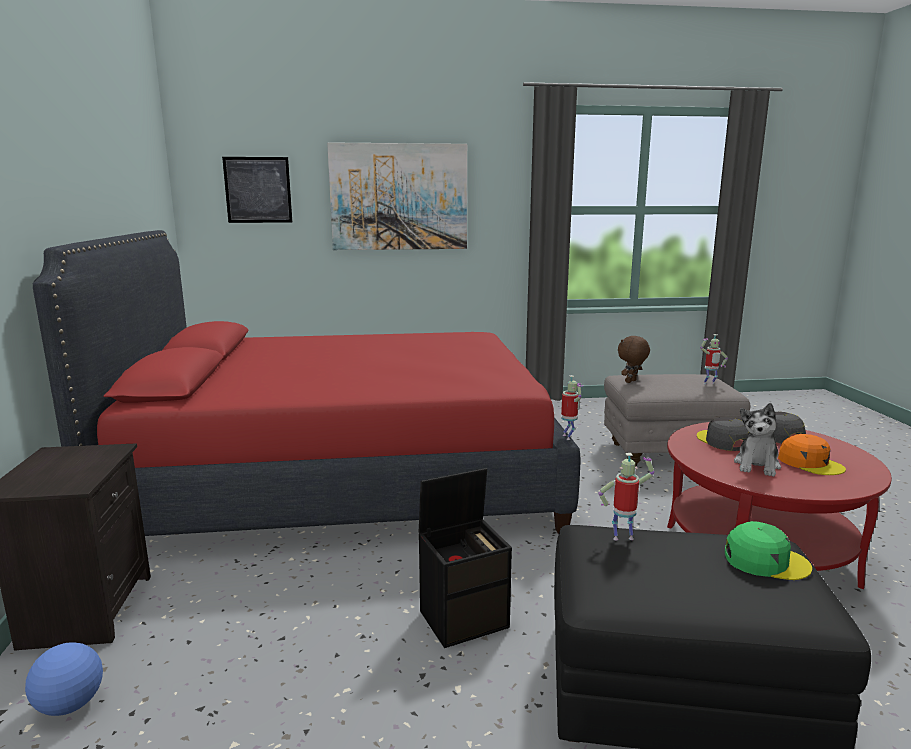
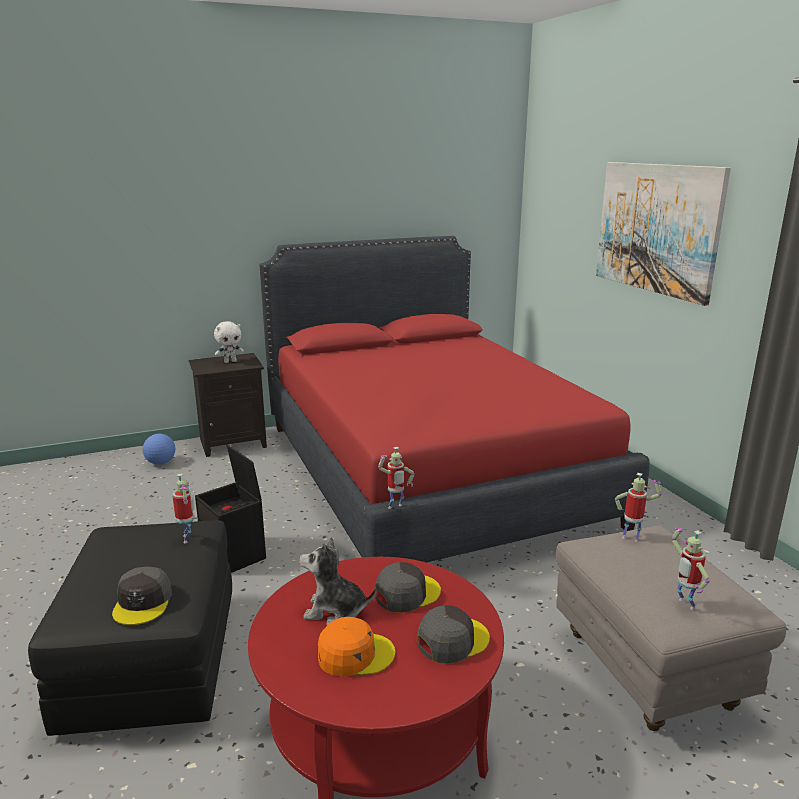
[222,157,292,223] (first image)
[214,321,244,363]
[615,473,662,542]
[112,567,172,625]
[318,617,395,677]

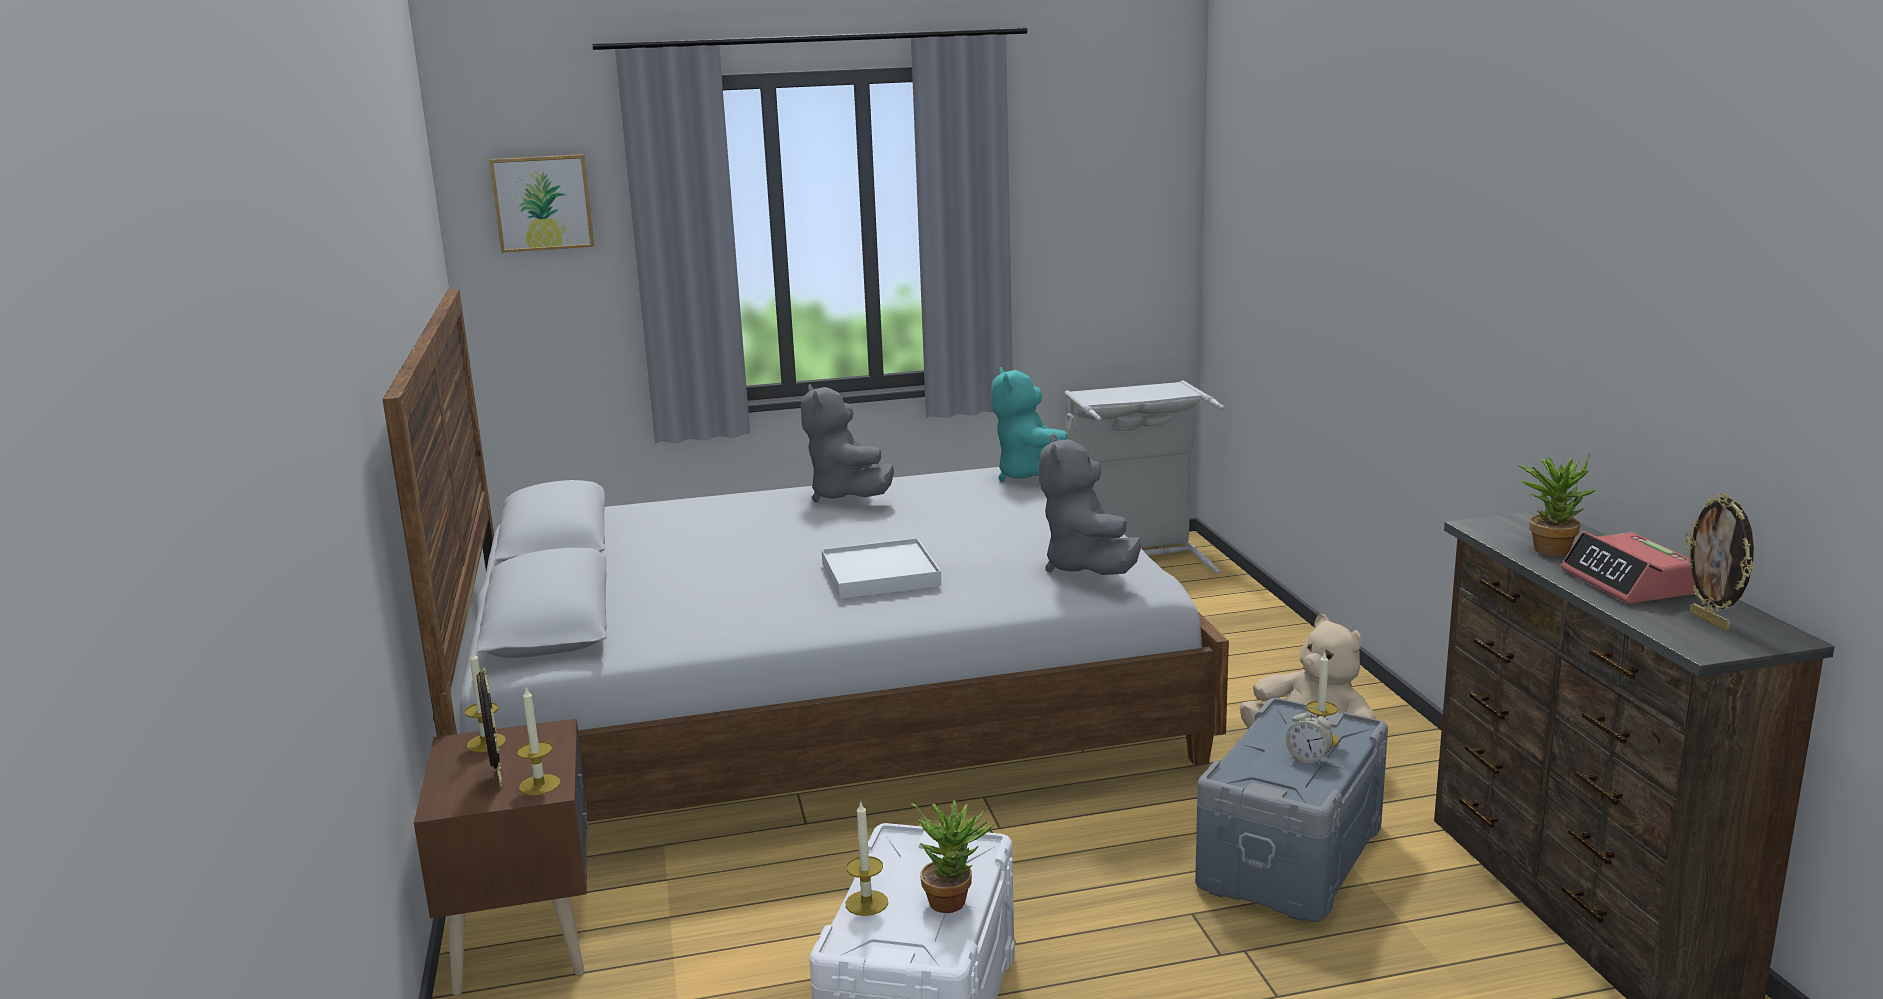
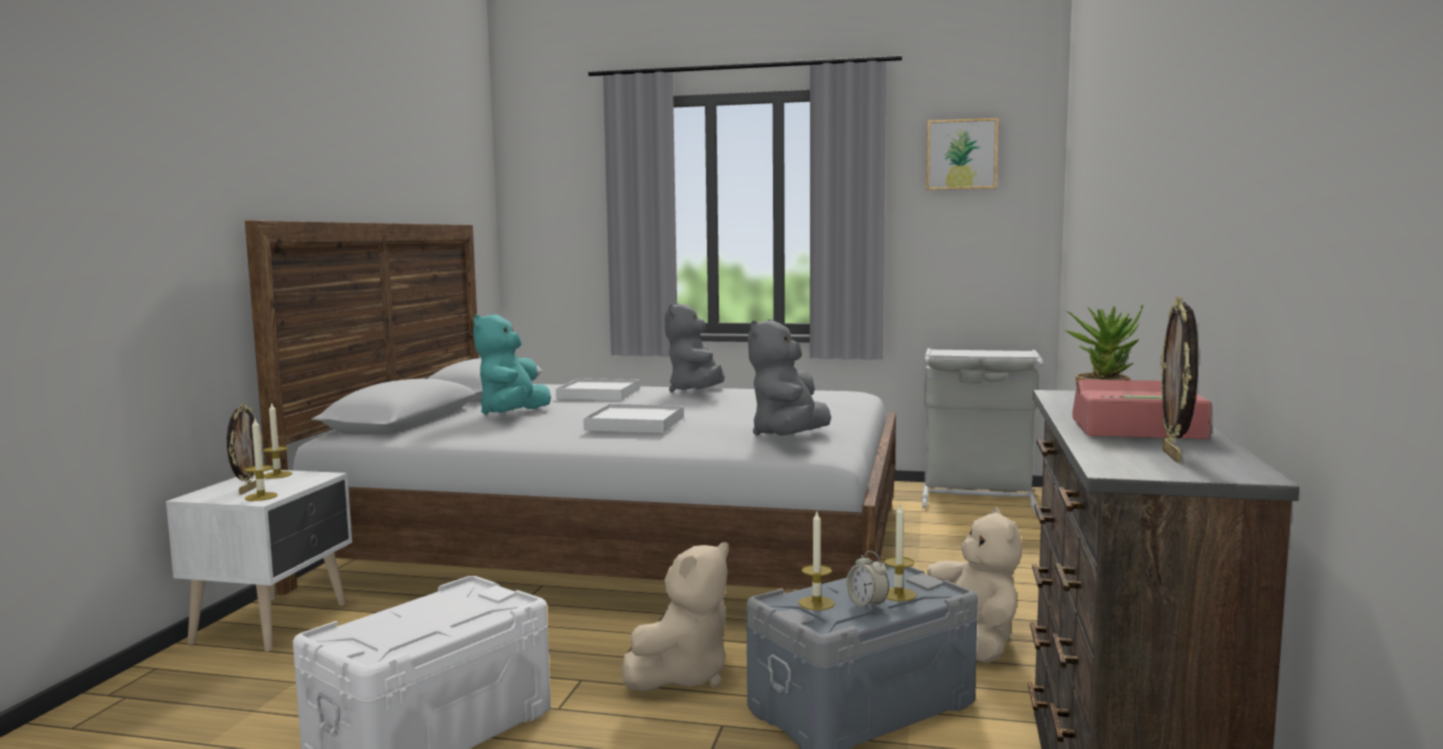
[911,800,995,913] (first image)
[556,378,640,400]
[622,542,729,692]
[926,118,998,190]
[799,512,835,610]
[473,314,551,415]
[166,469,352,652]
[1072,379,1212,439]

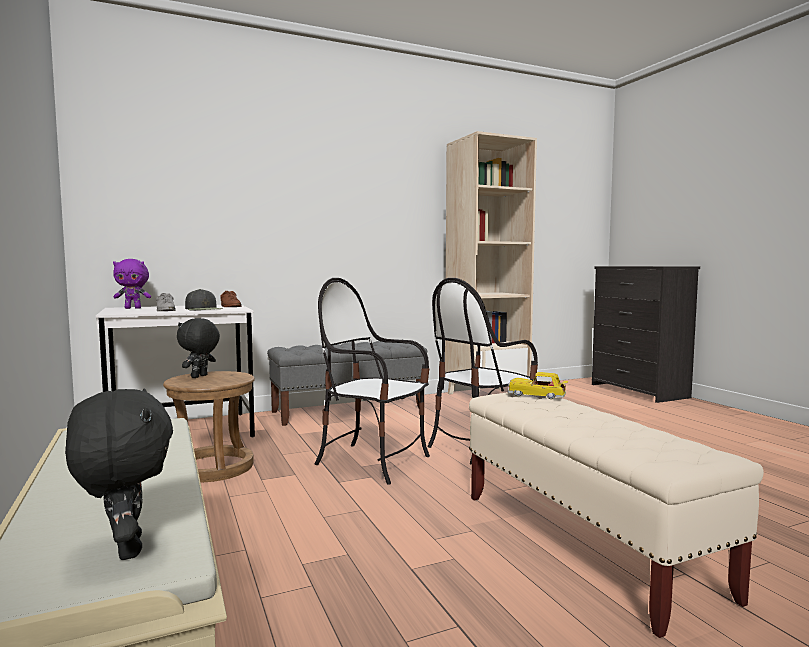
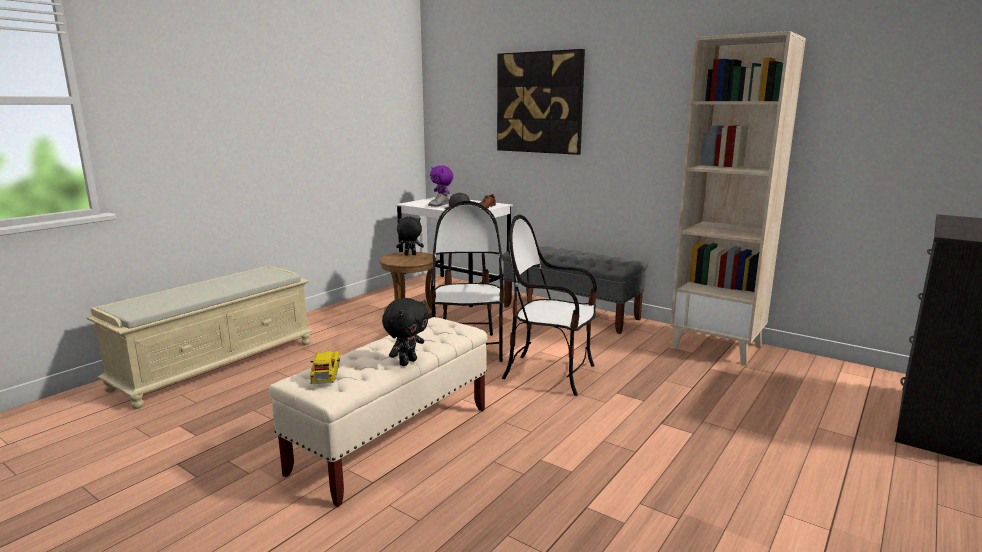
[497,49,585,155]
[382,298,429,366]
[310,351,340,384]

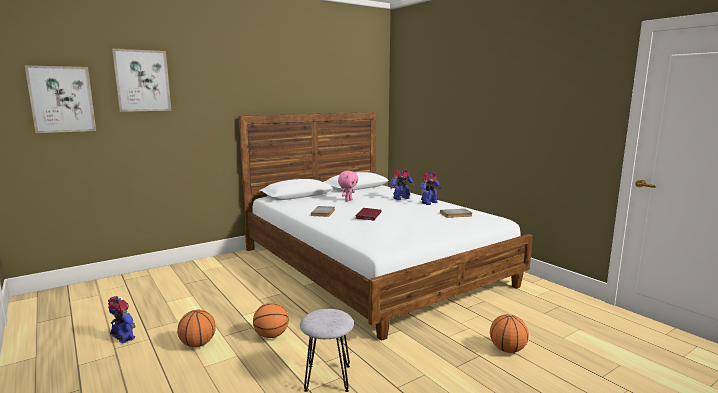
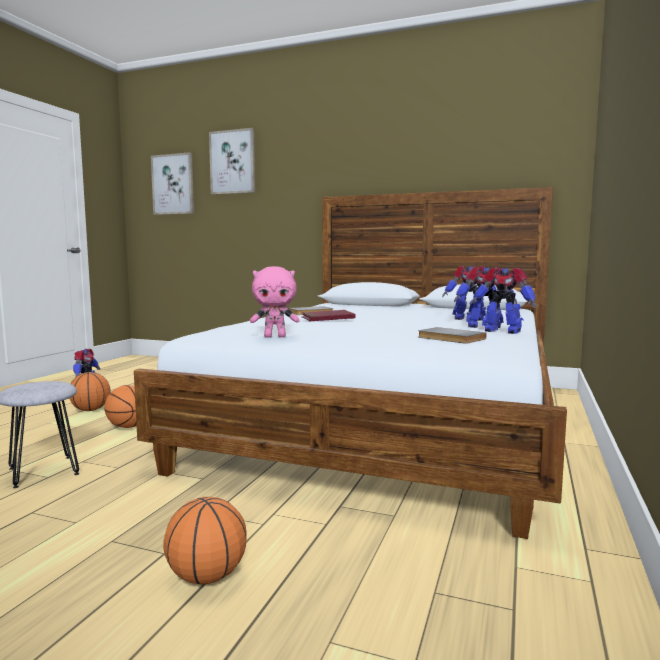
[471,267,537,334]
[250,266,299,337]

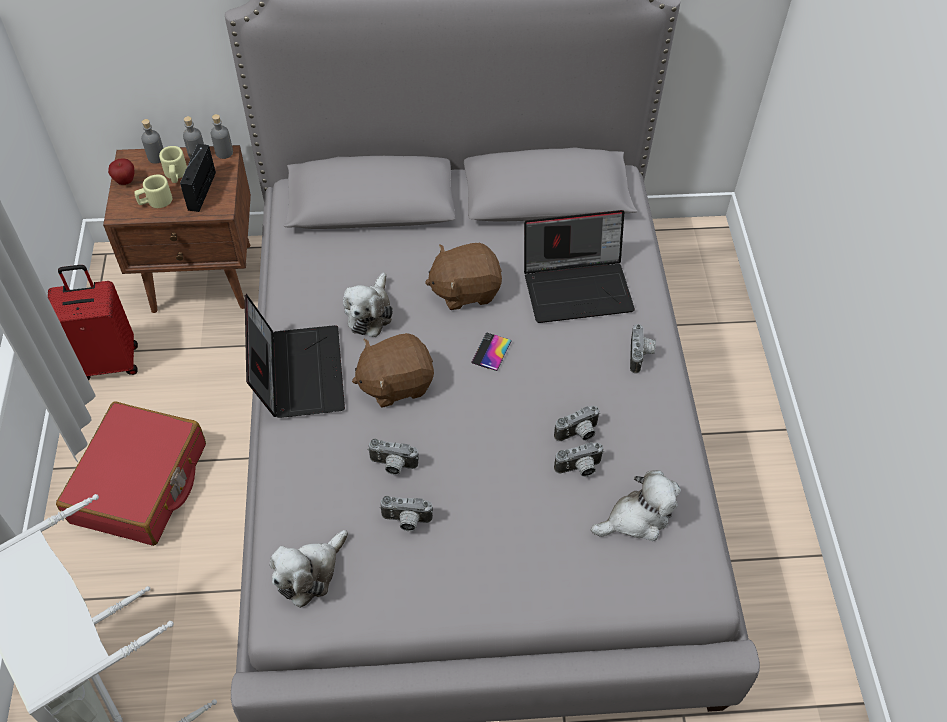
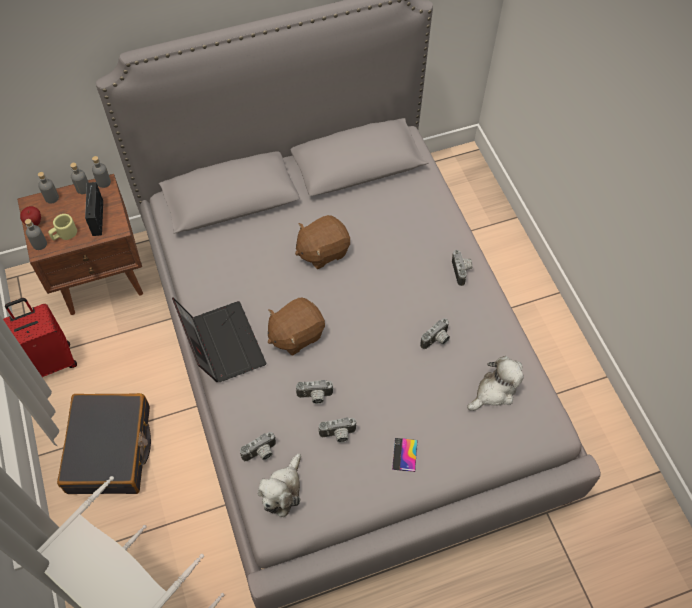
[159,146,187,183] (first image)
[343,272,393,337] (first image)
[524,210,635,323] (first image)
[25,219,47,250]
[392,438,418,472]
[240,432,276,461]
[57,393,151,494]

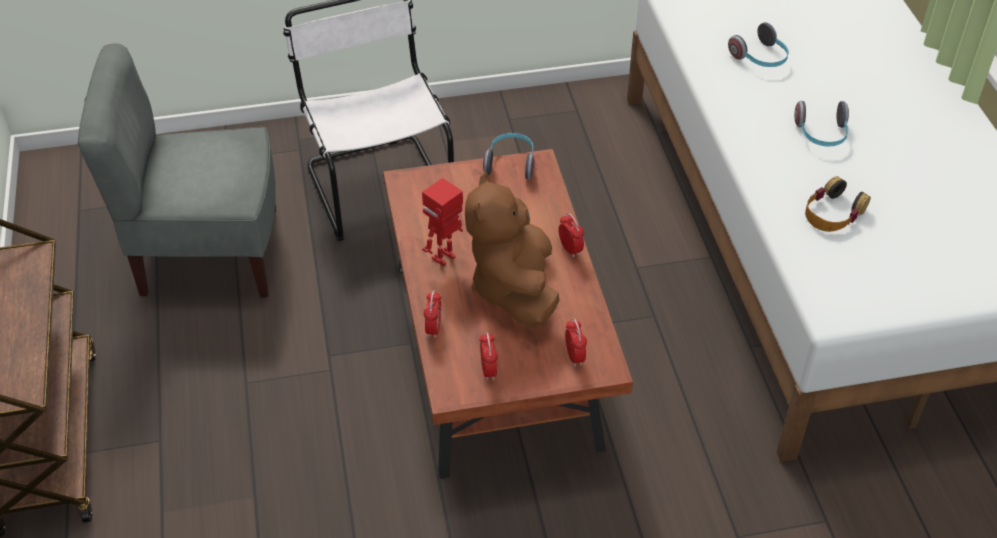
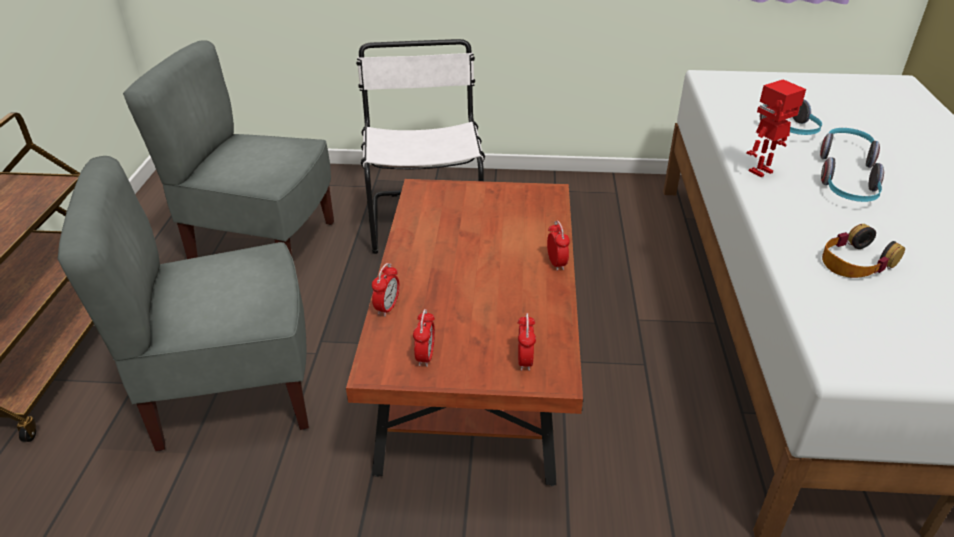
[465,172,560,327] (first image)
[58,156,309,451]
[746,80,806,177]
[820,128,880,168]

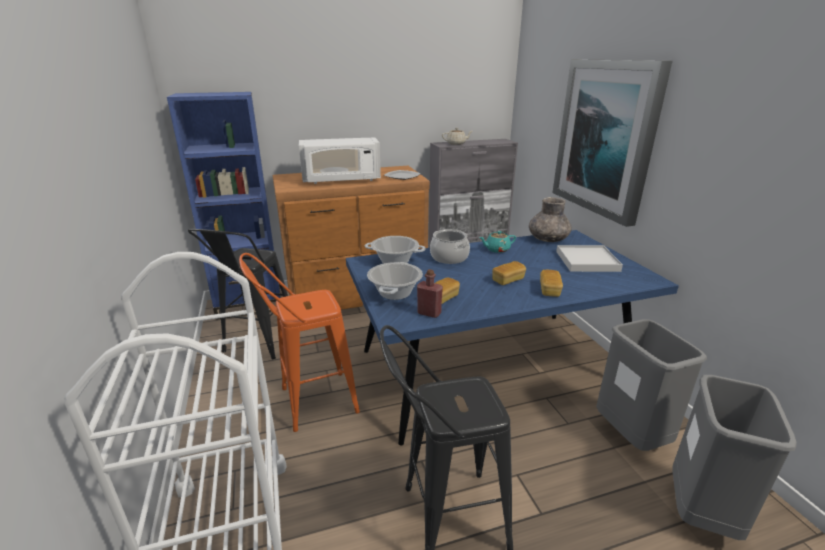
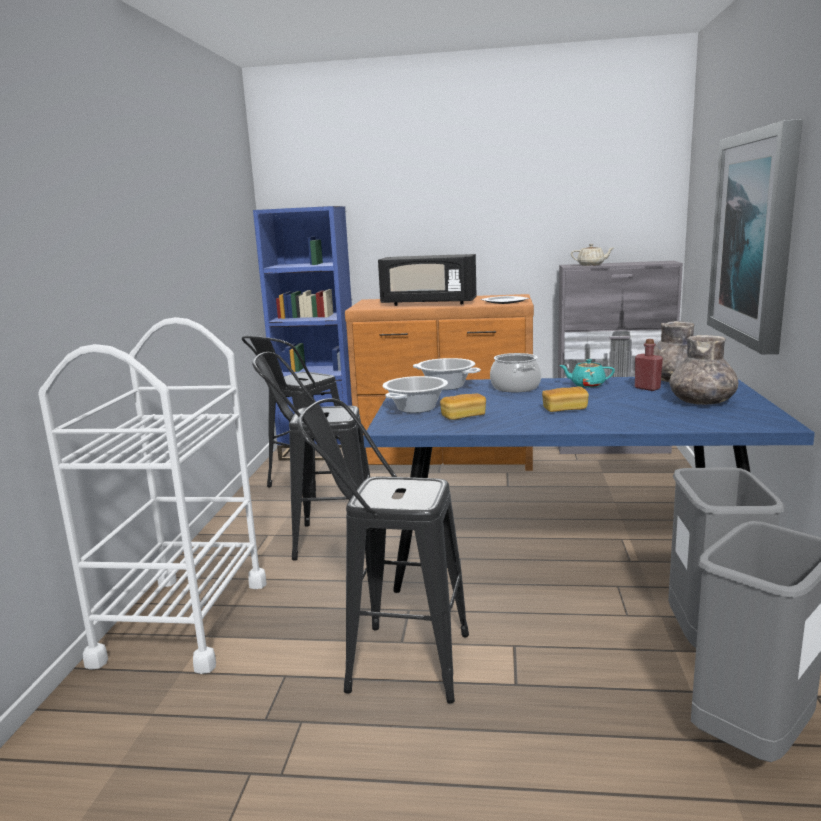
[540,270,563,297] (first image)
[635,339,663,391]
[669,335,738,405]
[252,352,370,561]
[378,254,477,306]

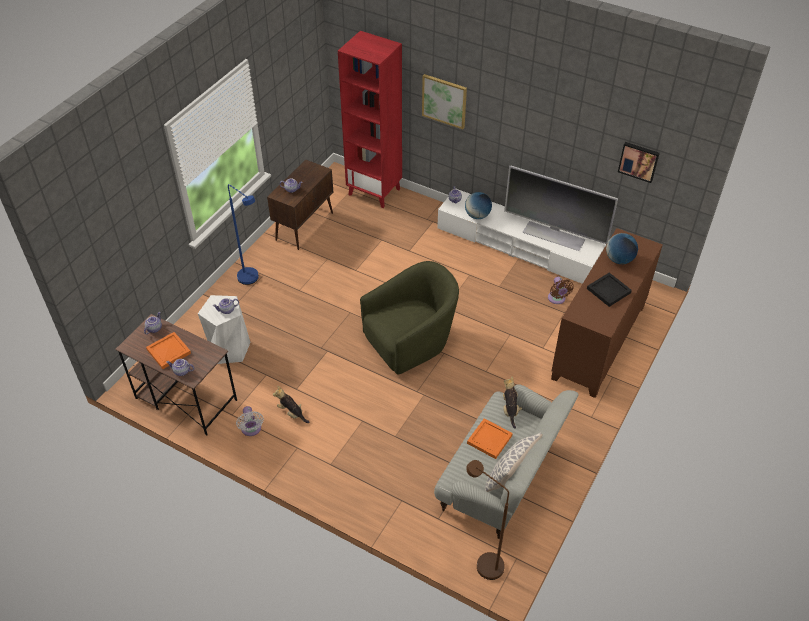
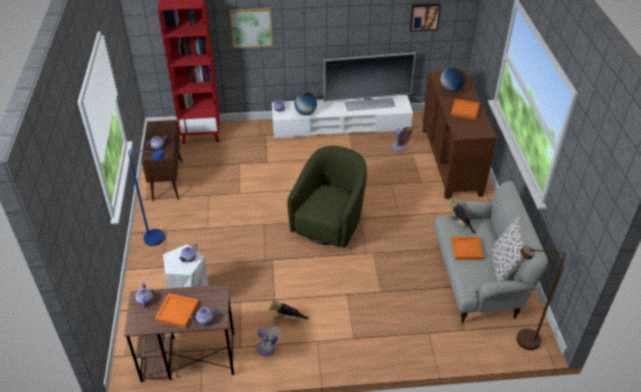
[451,99,480,120]

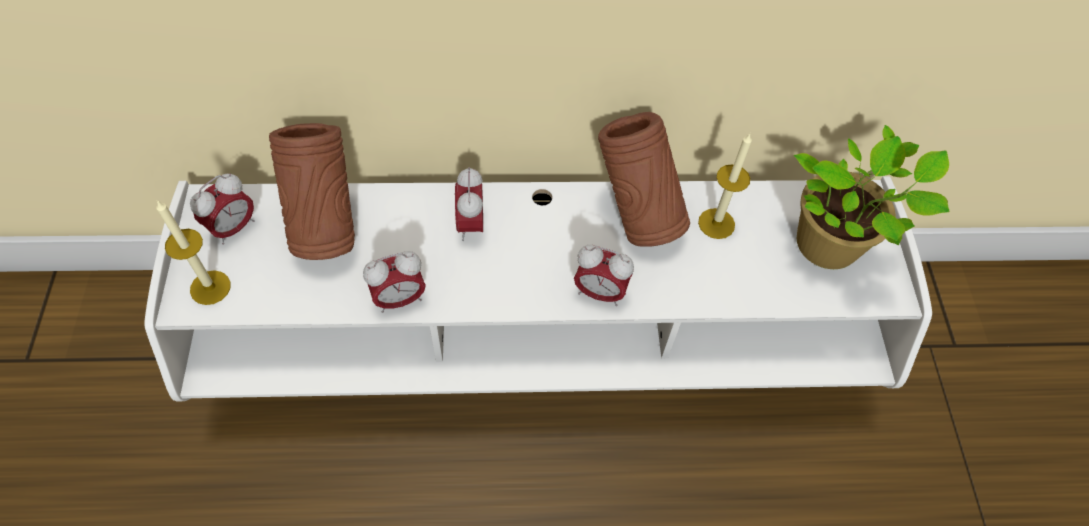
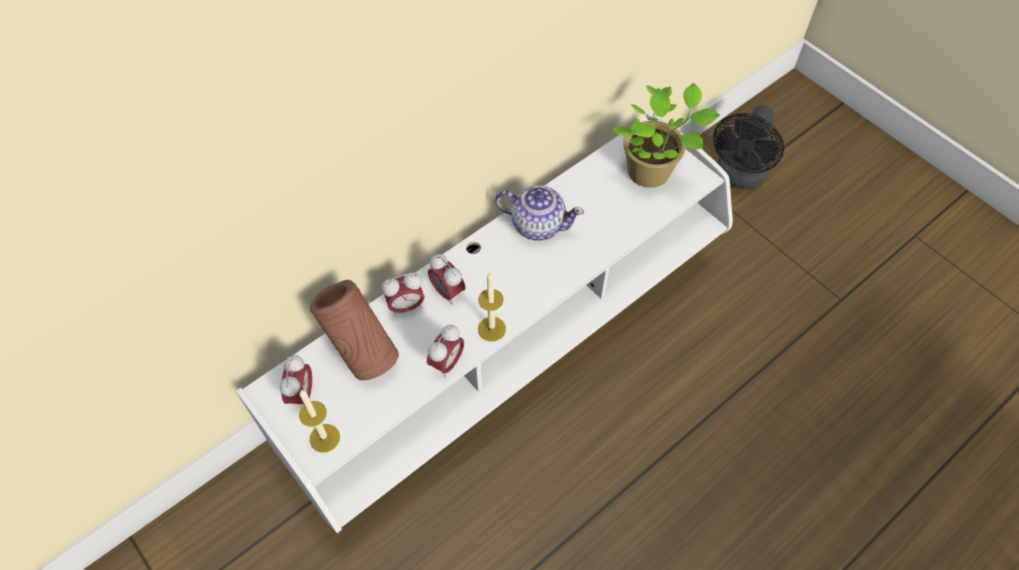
[713,105,784,190]
[382,272,425,316]
[478,272,506,341]
[495,185,584,241]

